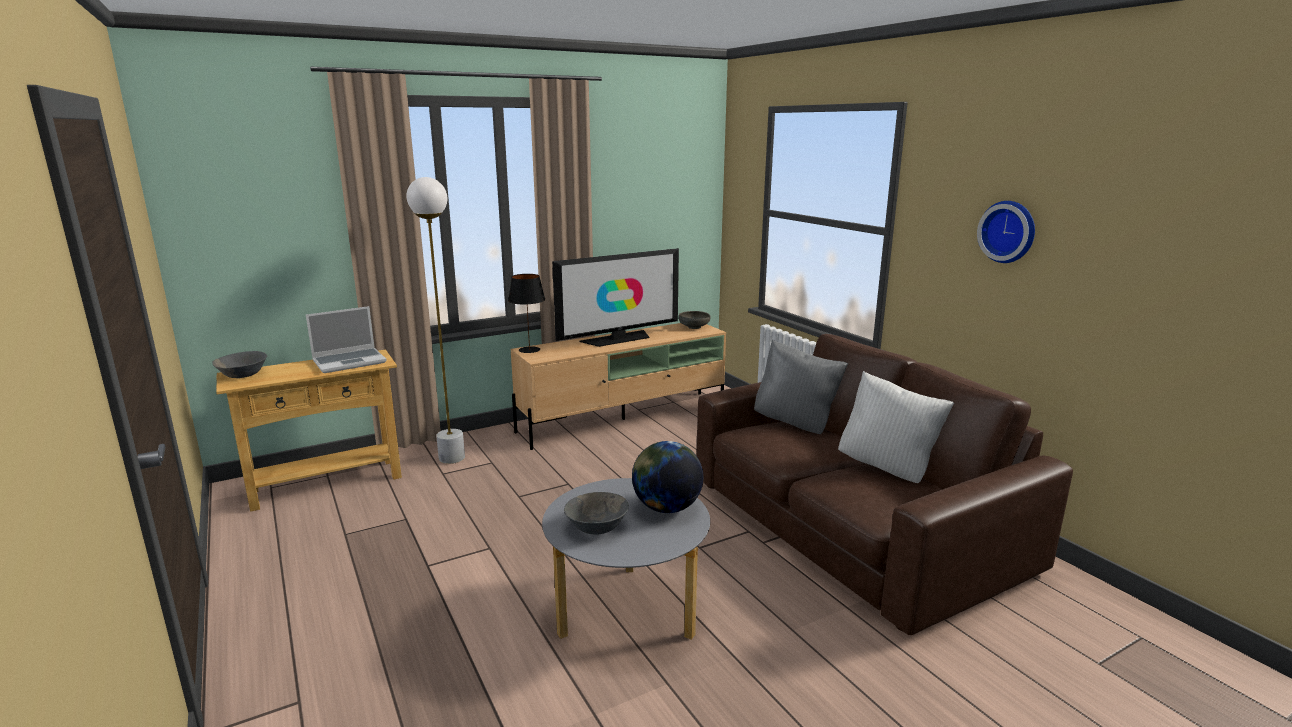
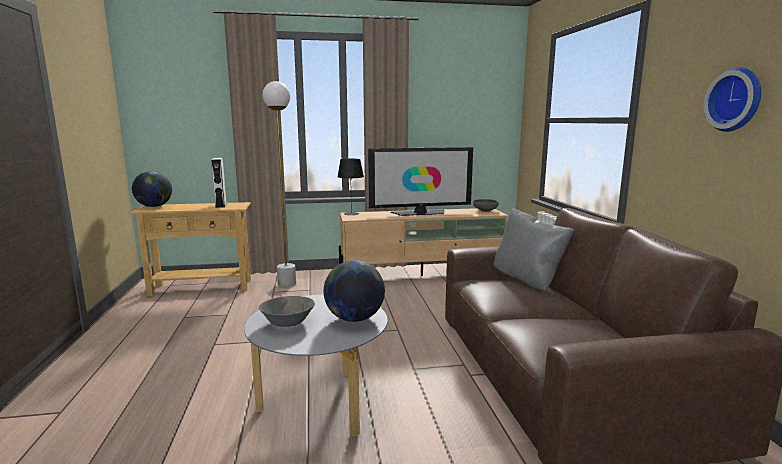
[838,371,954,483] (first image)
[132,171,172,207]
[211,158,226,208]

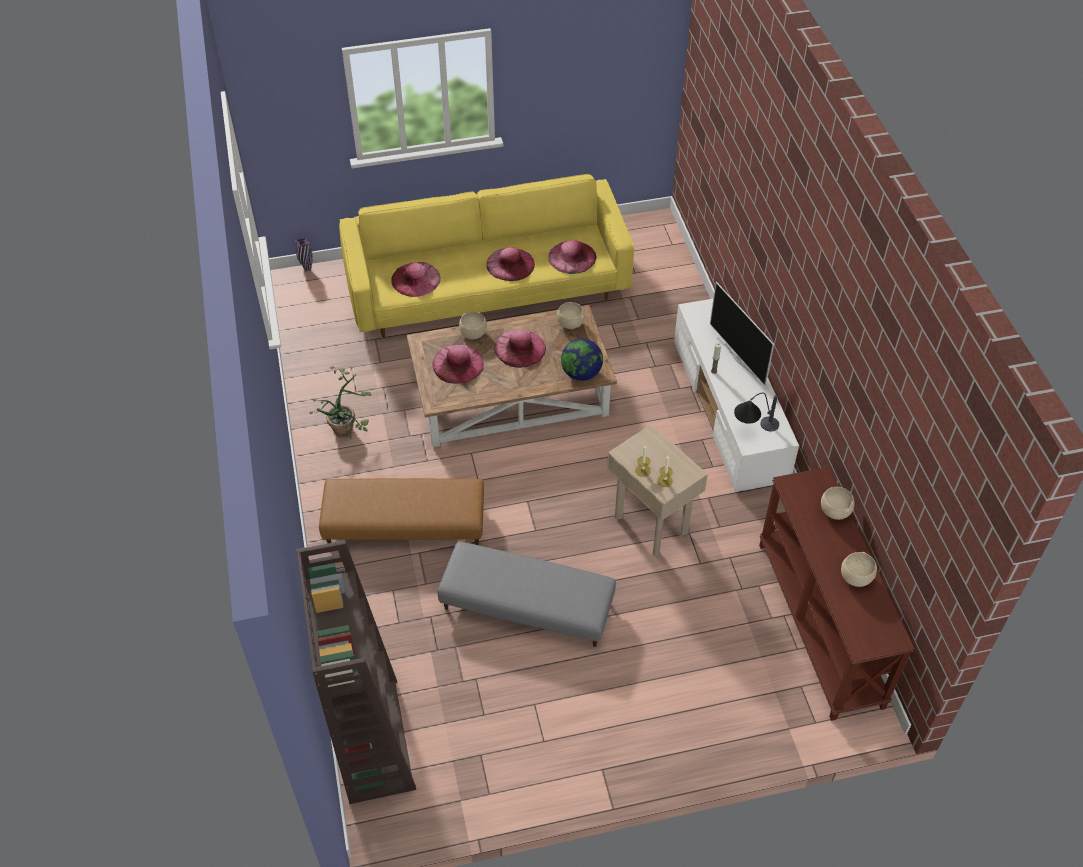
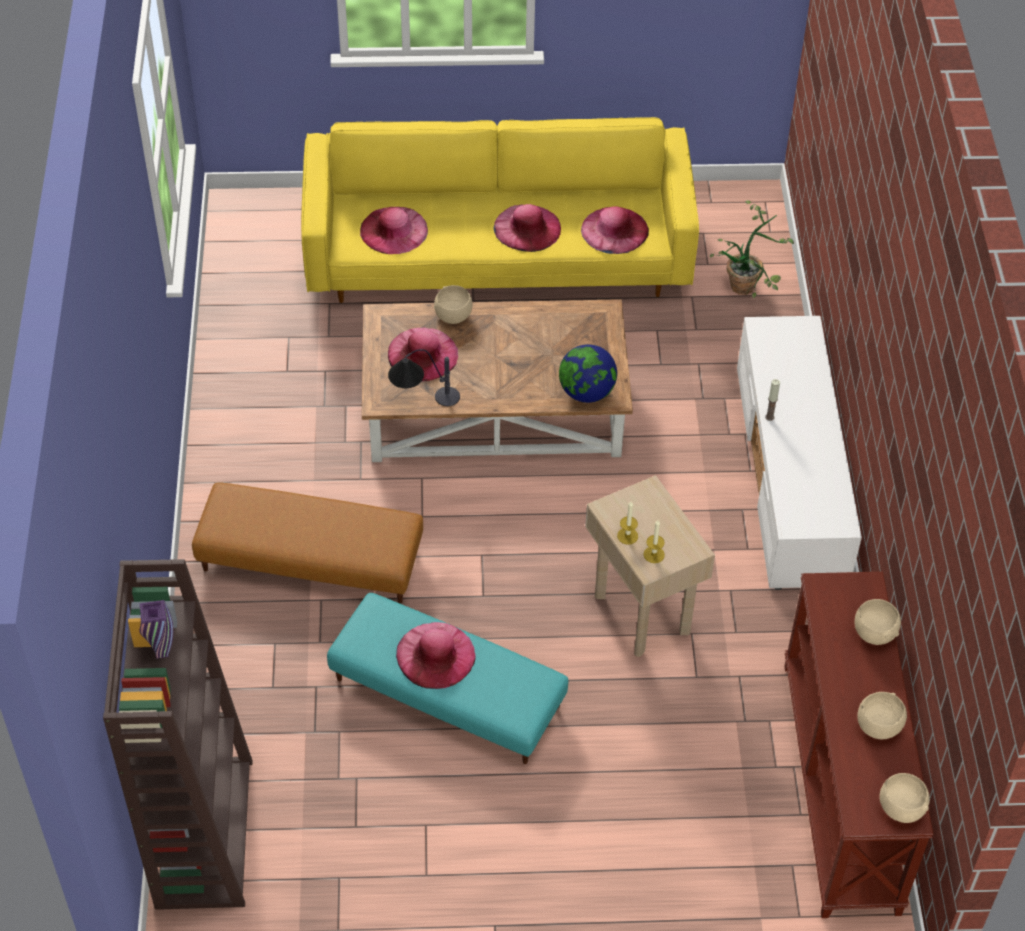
[710,282,774,386] (first image)
[139,600,173,659]
[710,200,794,298]
[396,622,476,689]
[879,773,930,823]
[388,349,460,406]
[327,593,569,764]

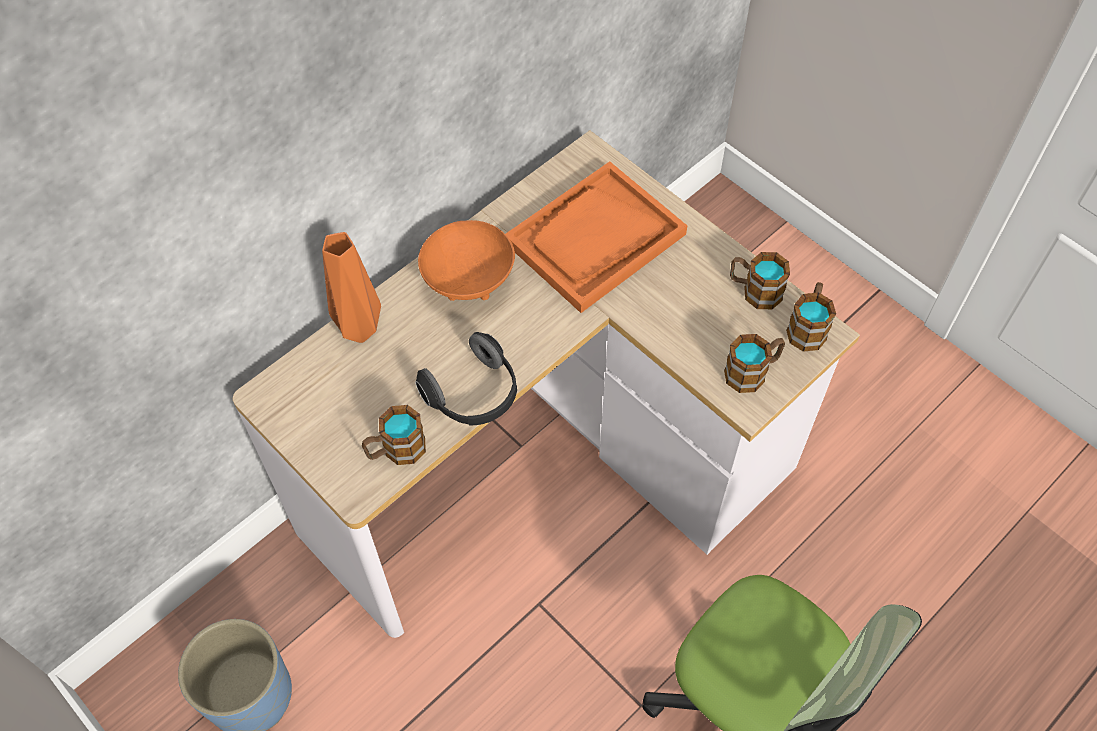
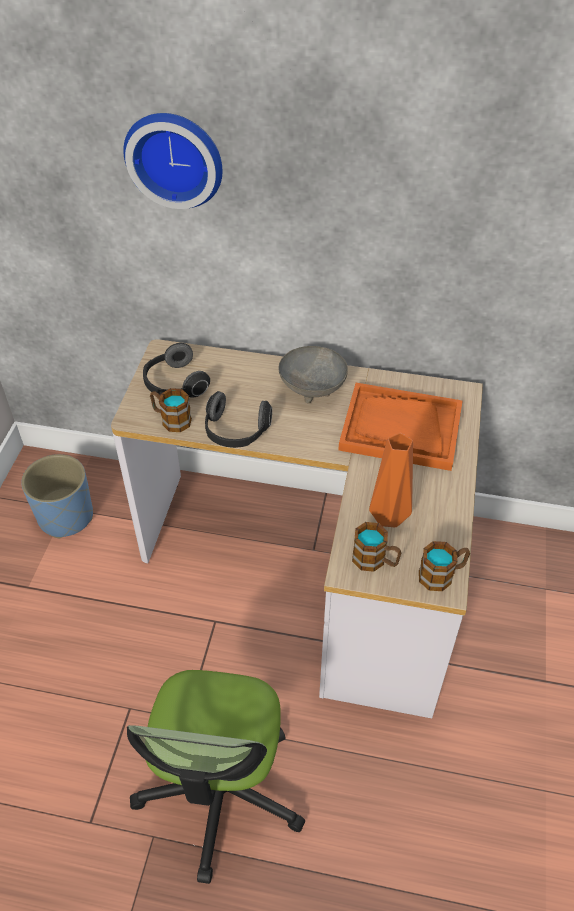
[730,252,790,309] (first image)
[123,113,222,209]
[143,343,210,398]
[369,433,413,527]
[278,346,348,404]

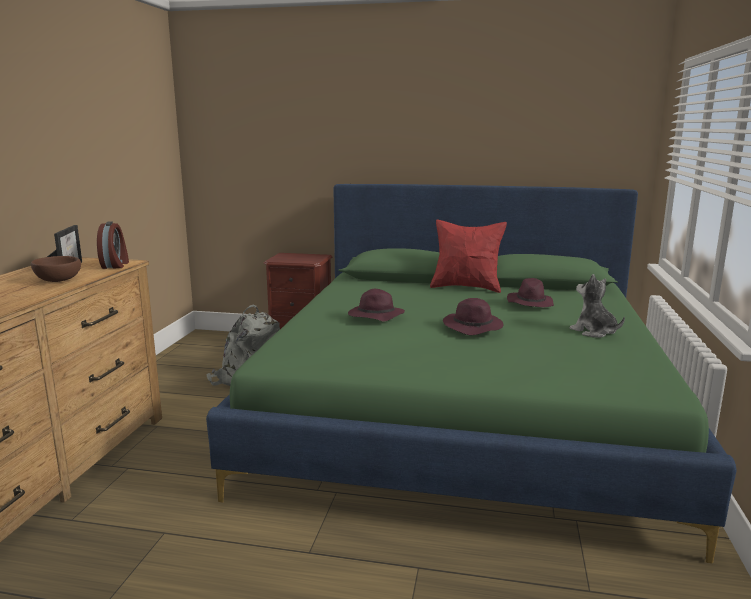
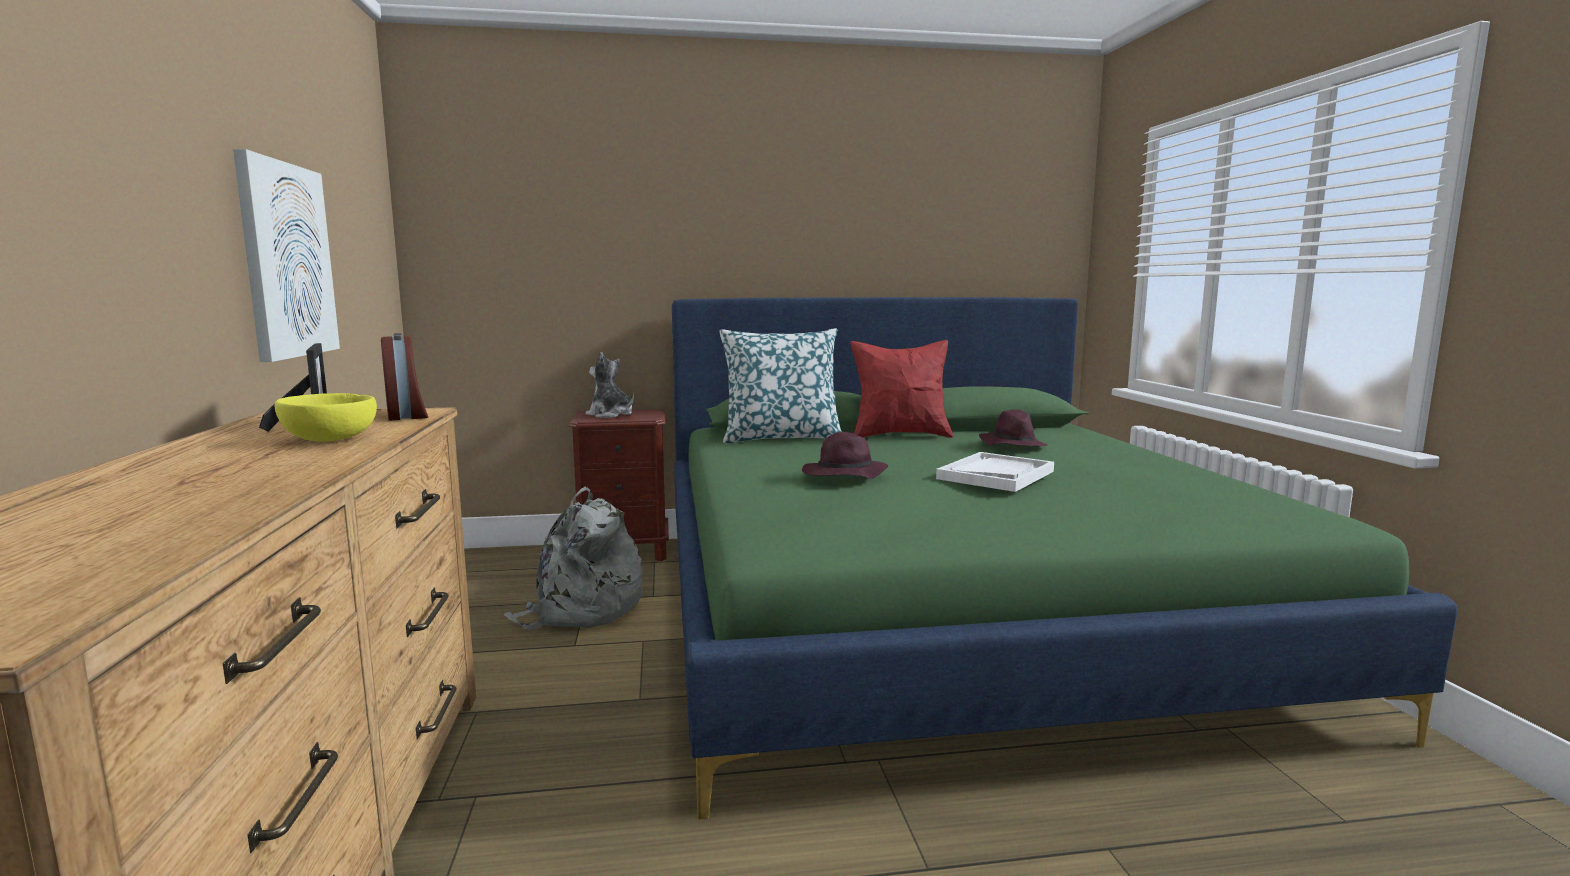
[233,149,340,362]
[720,328,842,444]
[586,352,634,418]
[936,452,1054,492]
[275,393,377,441]

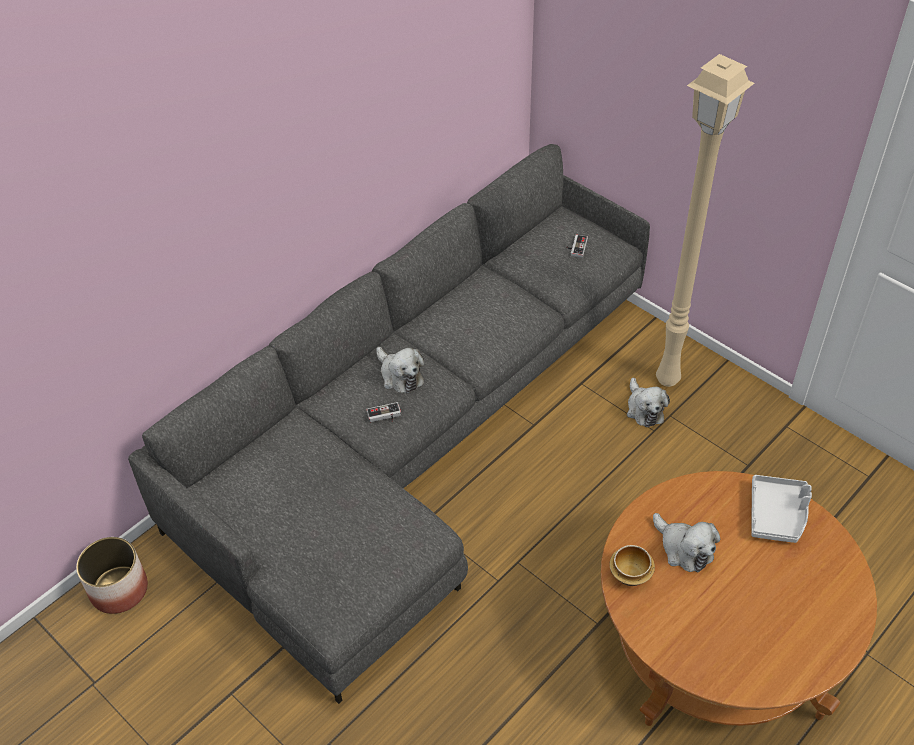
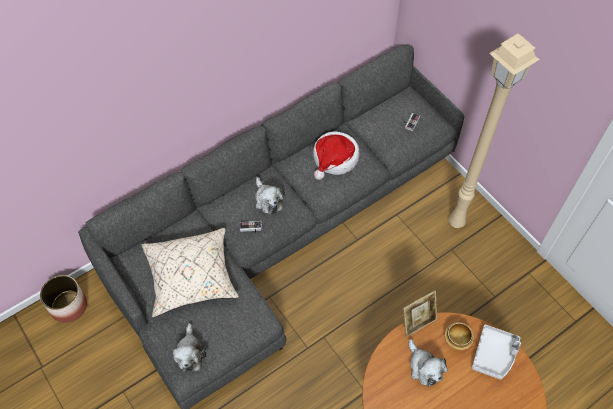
[142,228,239,318]
[313,132,359,180]
[403,291,437,337]
[445,322,474,350]
[173,323,206,372]

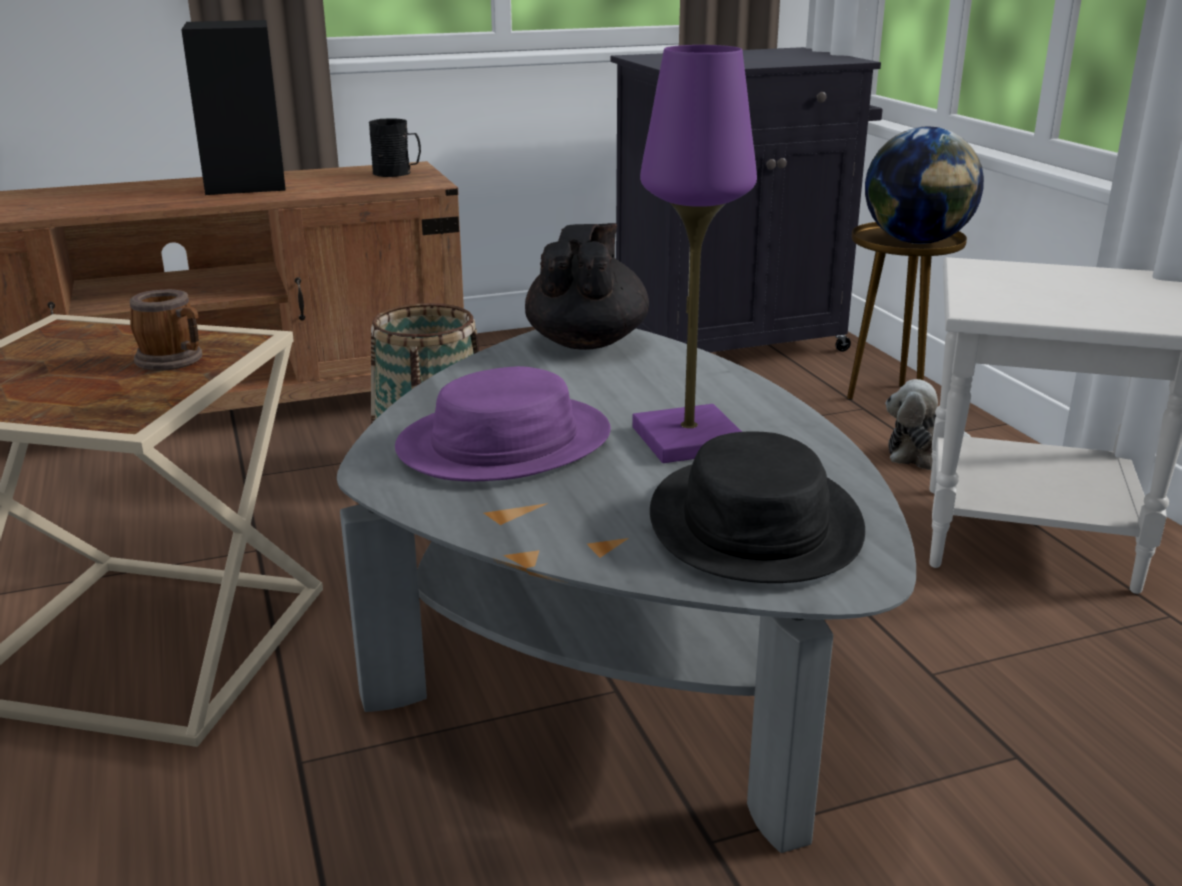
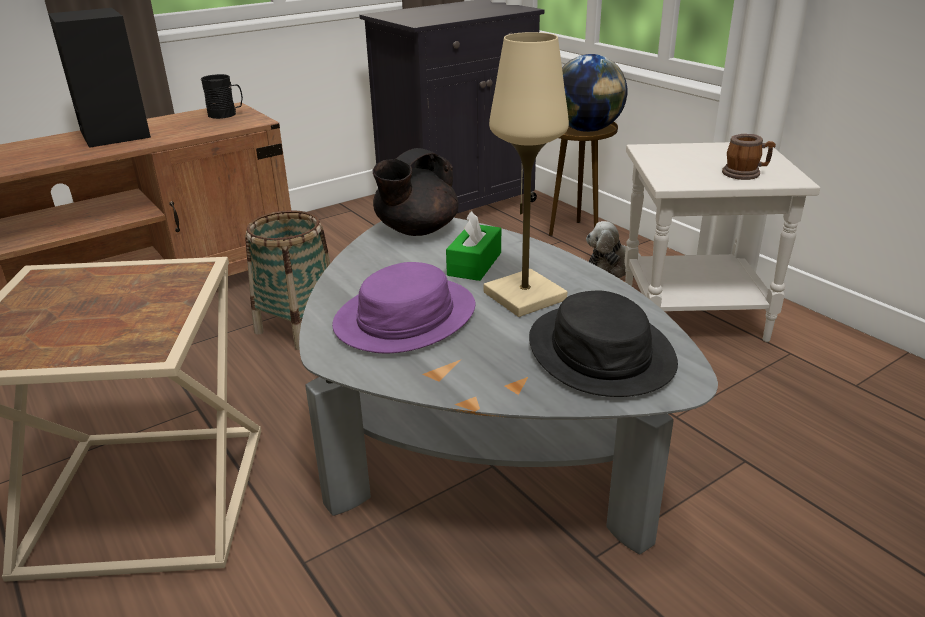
[446,211,501,281]
[722,134,776,180]
[484,32,569,317]
[373,148,459,236]

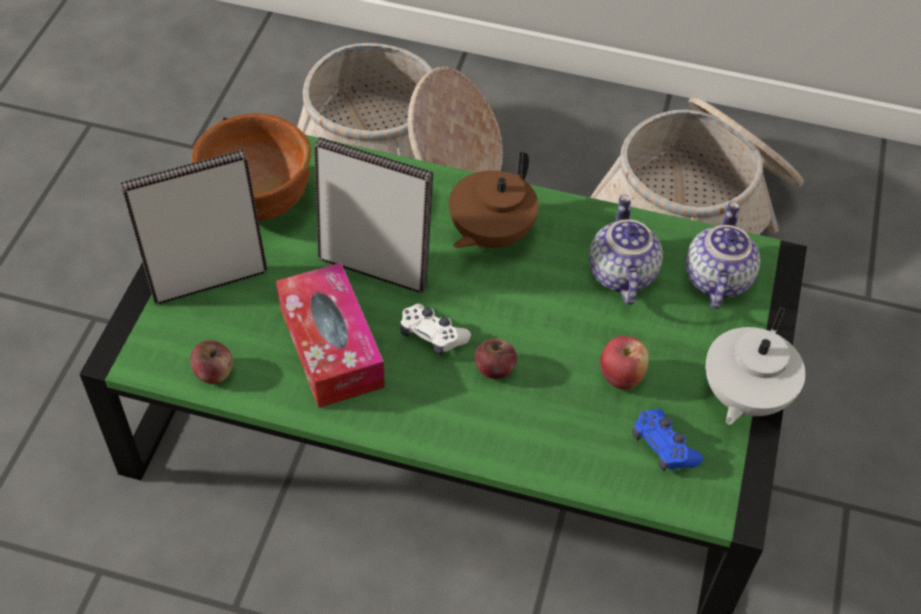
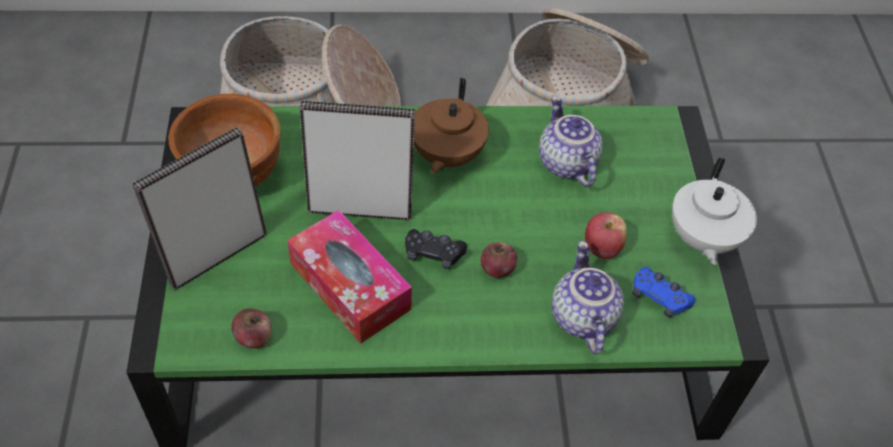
[552,241,624,354]
[405,229,467,269]

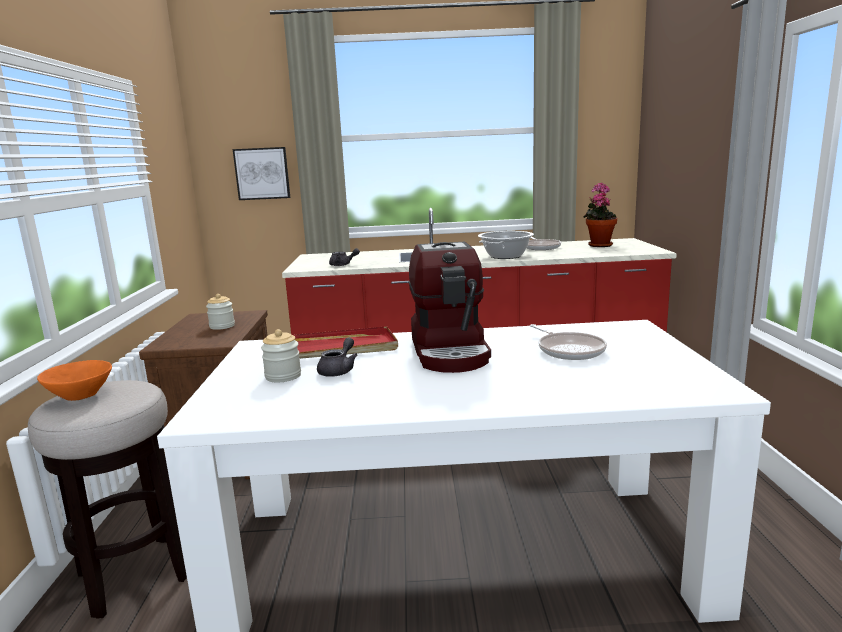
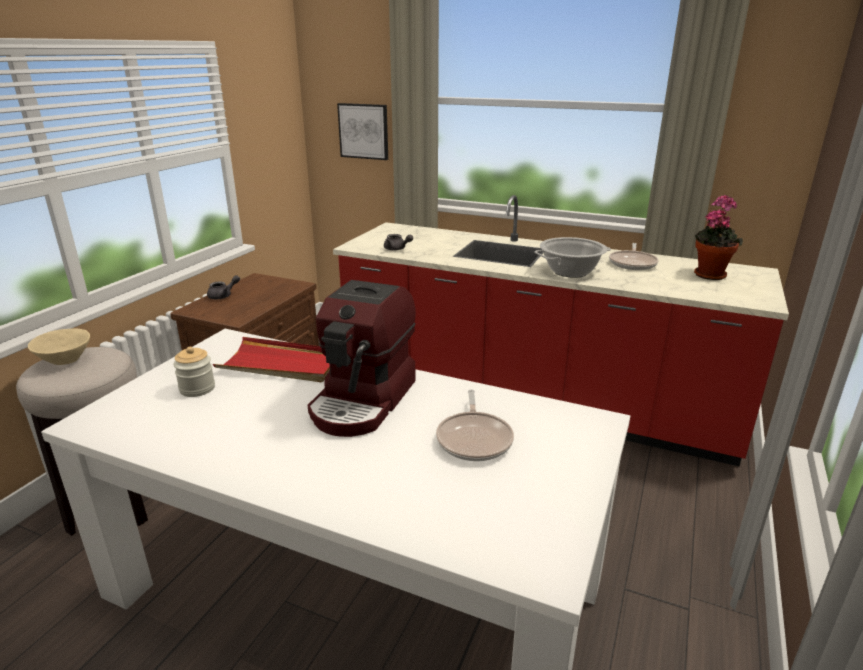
[206,294,235,330] (first image)
[207,275,240,299]
[28,328,90,365]

